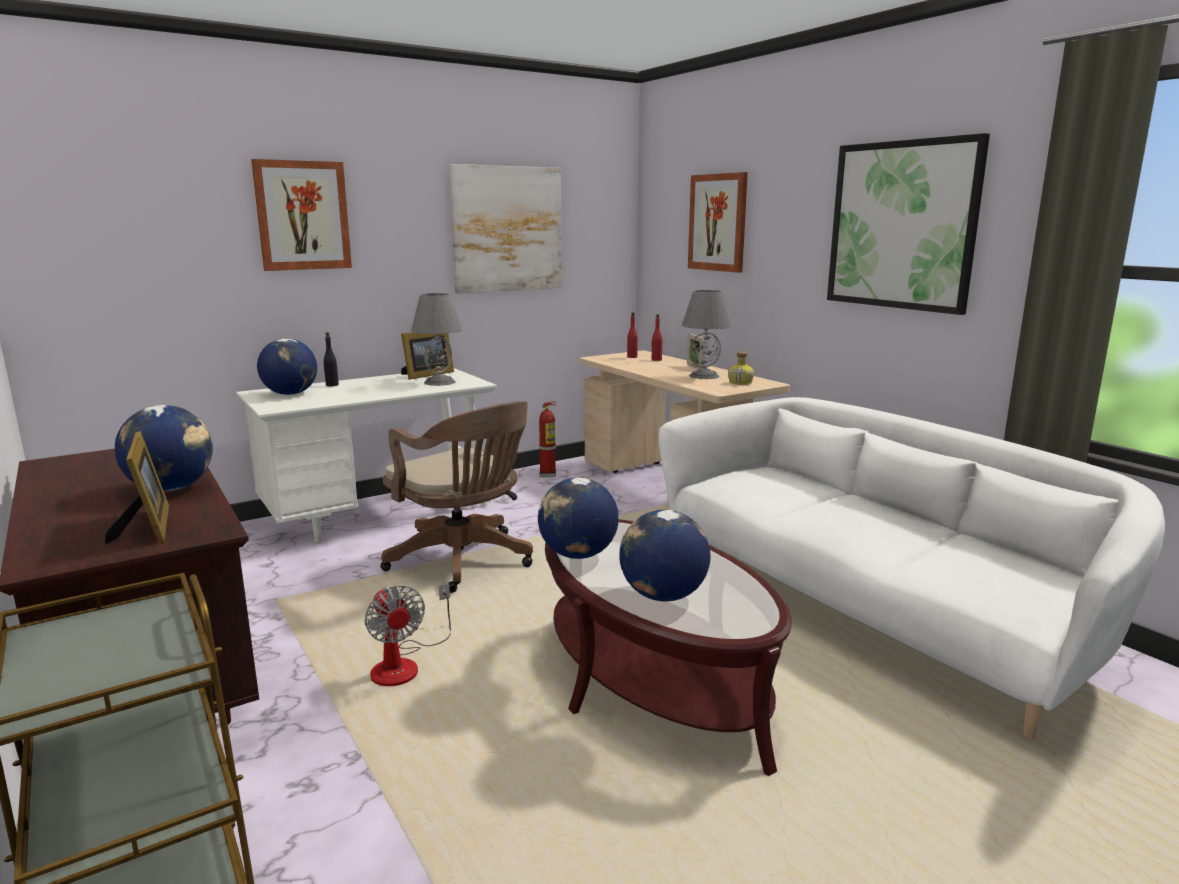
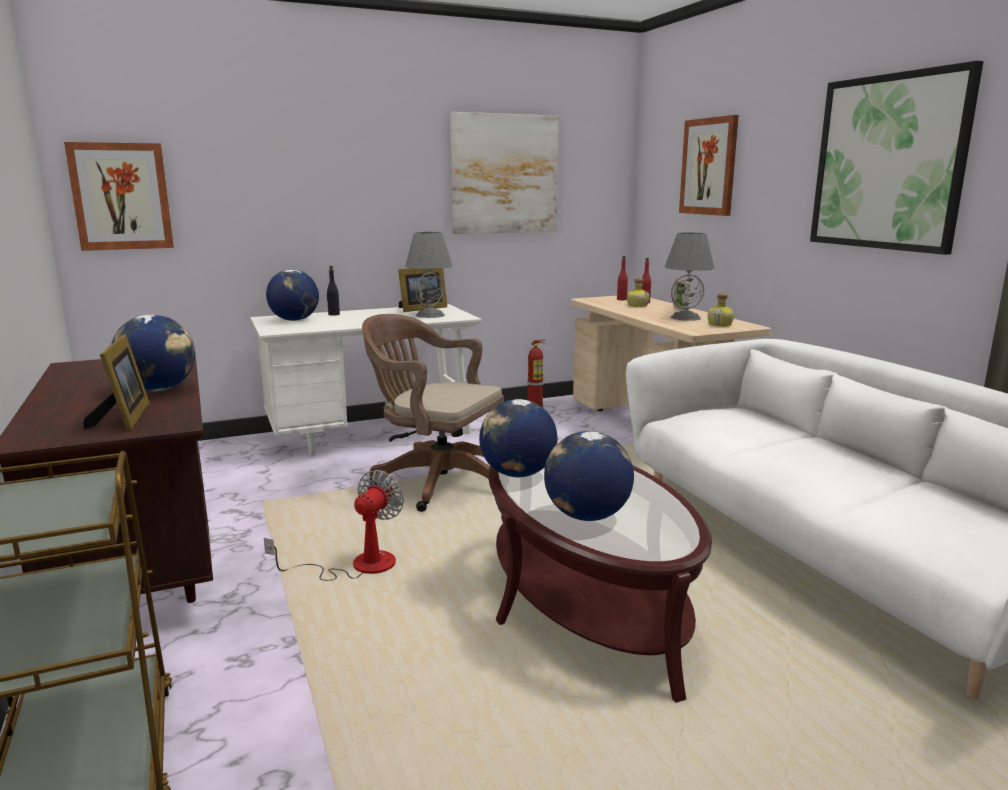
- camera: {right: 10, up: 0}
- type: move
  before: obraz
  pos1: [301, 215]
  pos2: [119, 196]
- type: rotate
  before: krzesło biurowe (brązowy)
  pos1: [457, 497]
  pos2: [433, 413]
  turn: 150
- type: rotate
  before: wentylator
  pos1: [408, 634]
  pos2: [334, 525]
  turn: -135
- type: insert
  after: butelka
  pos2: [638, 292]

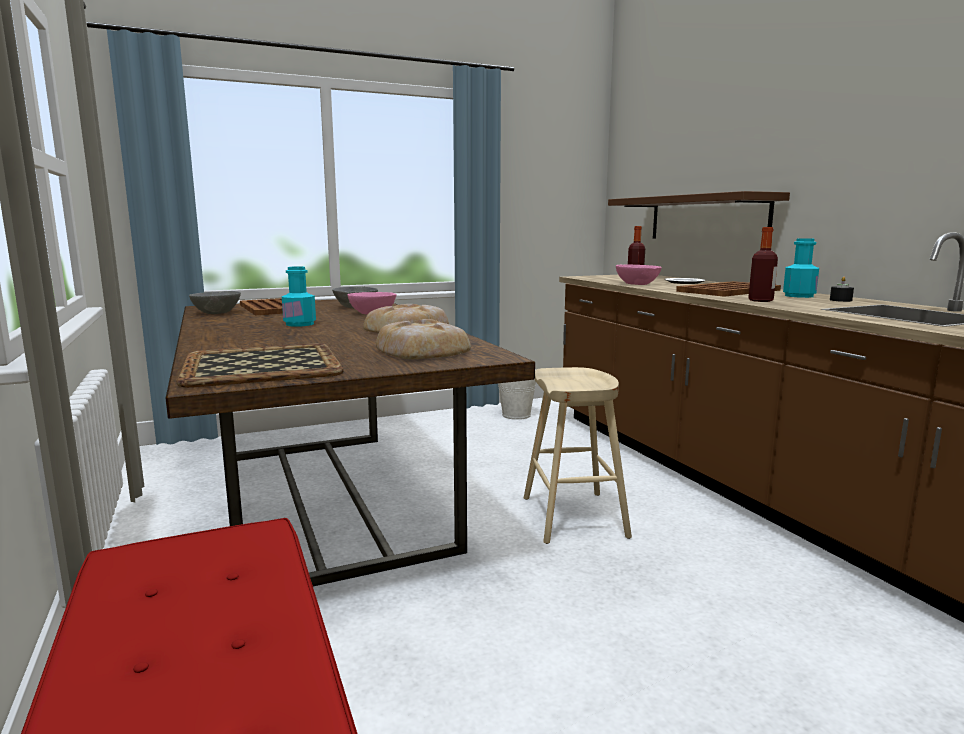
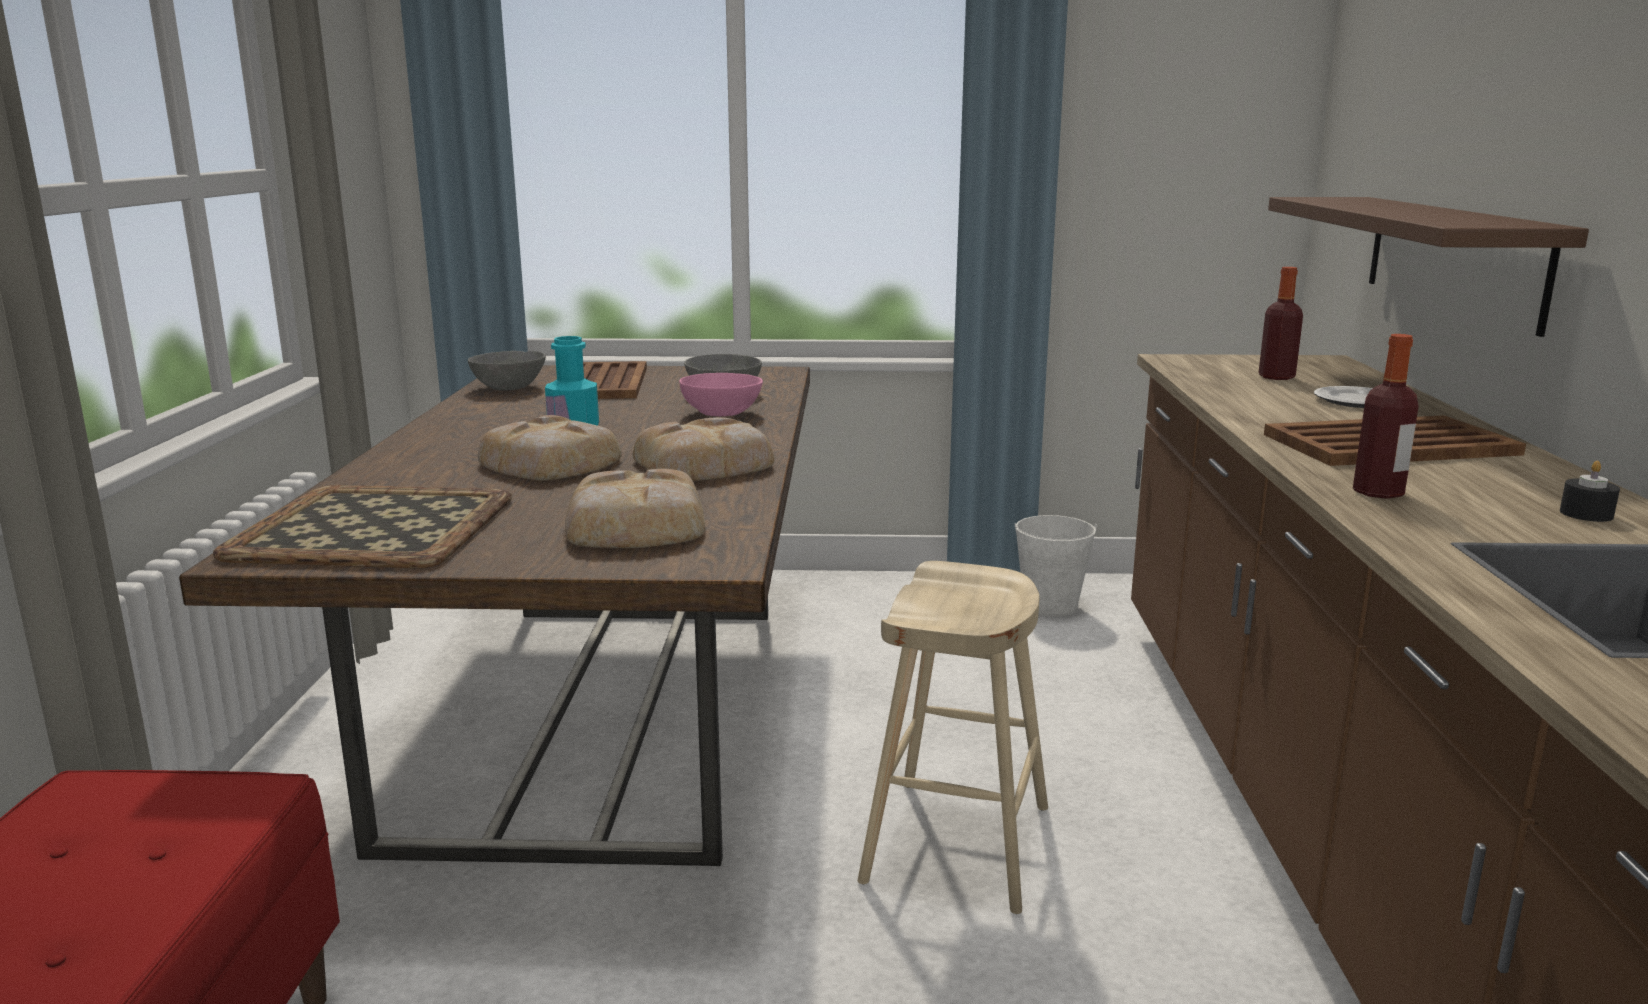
- camera: {right: 25, up: 5}
- type: delete
  before: butelka (turkusowy)
  pos1: [801, 268]
- type: delete
  before: miska (różowy)
  pos1: [639, 275]
- type: insert
  after: chleb
  pos2: [550, 448]

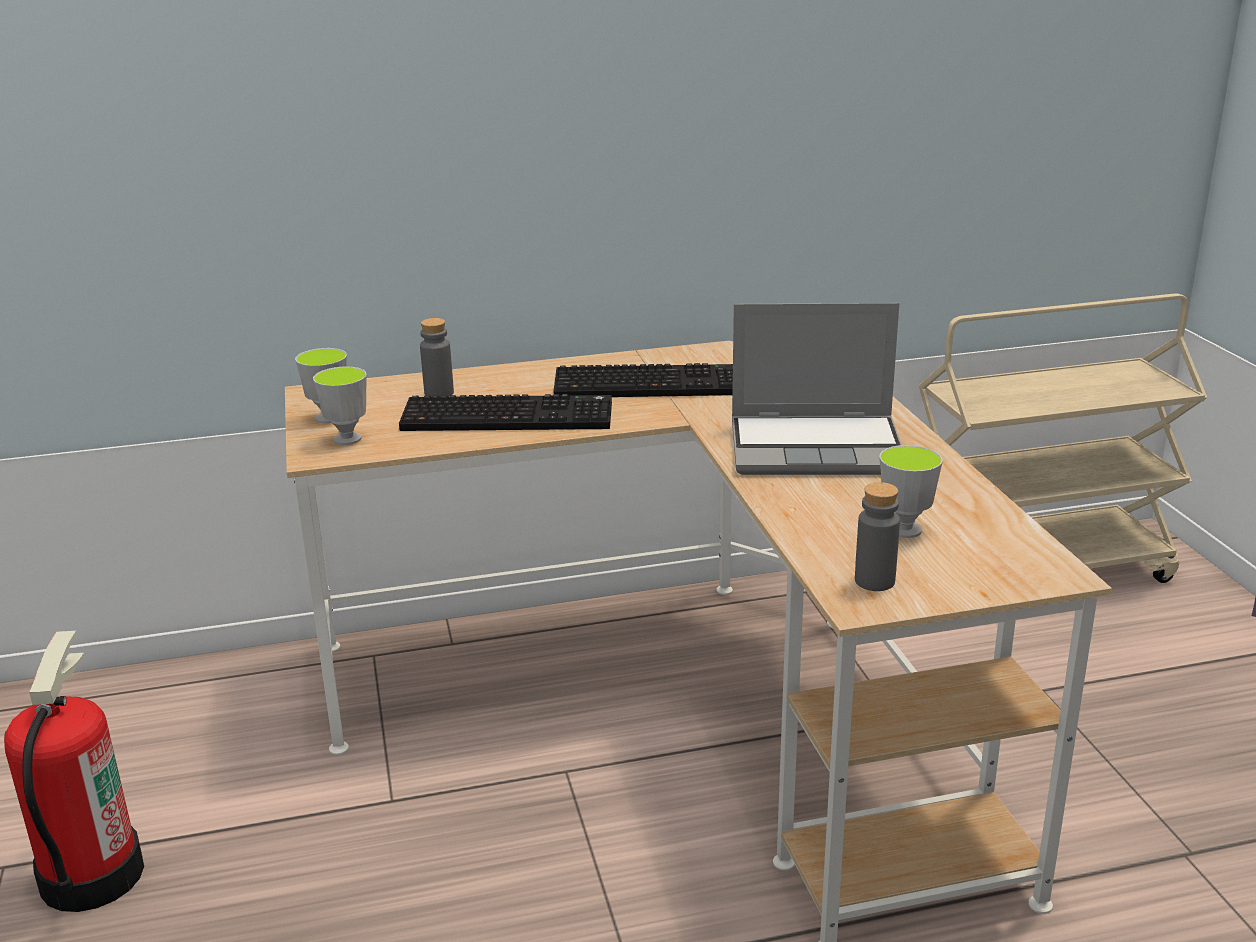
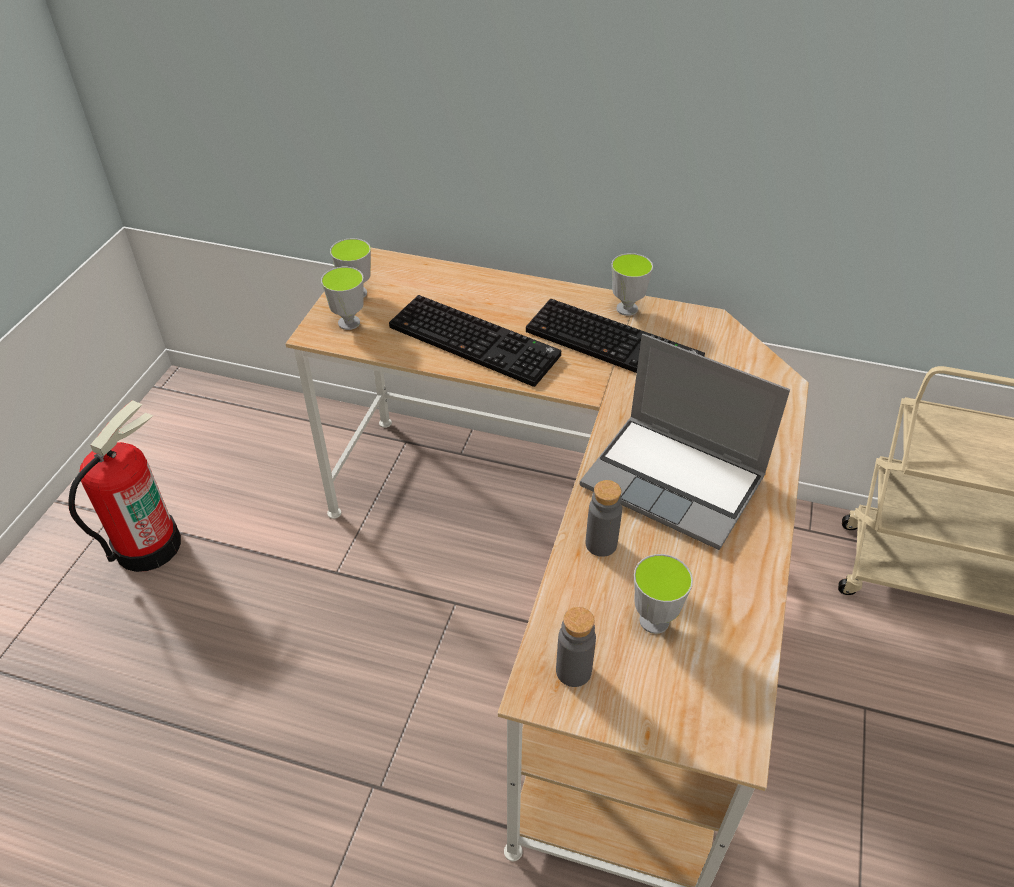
- camera: {right: 30, up: 20}
- type: move
  before: butelka (szary)
  pos1: [437, 357]
  pos2: [604, 518]
- type: insert
  after: filiżanka
  pos2: [632, 284]

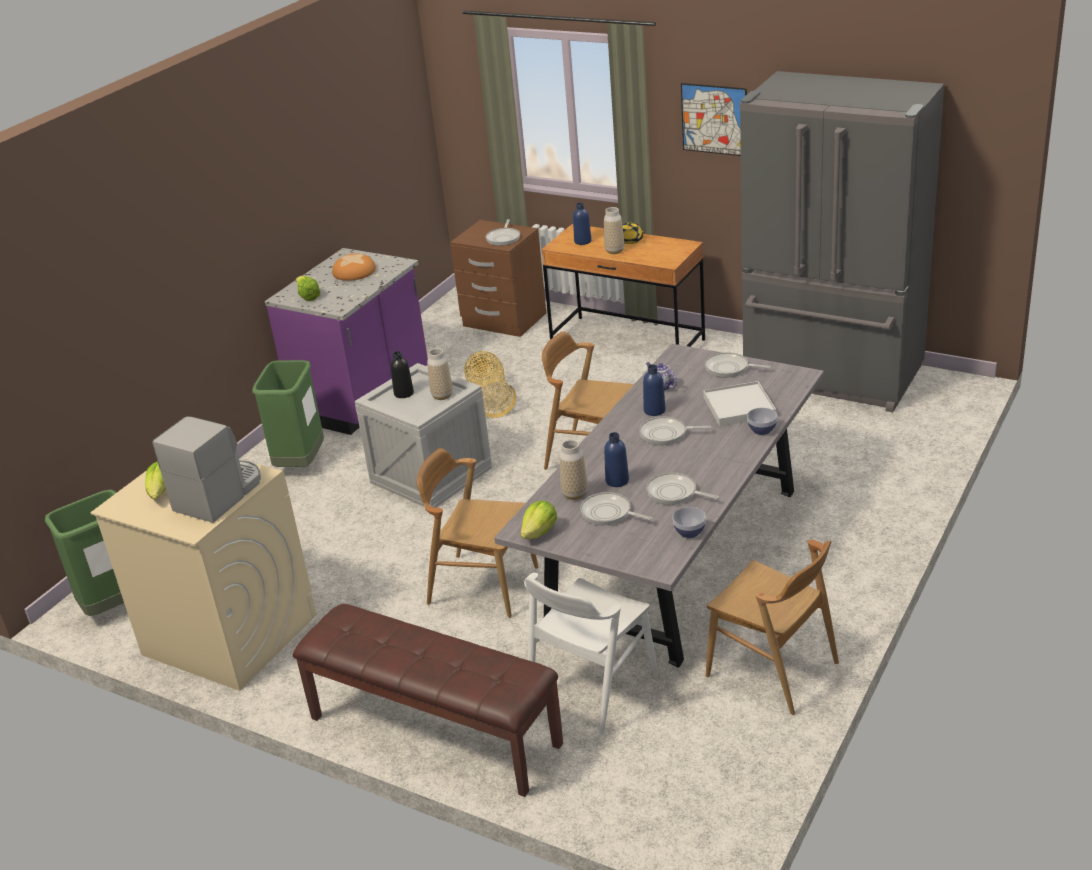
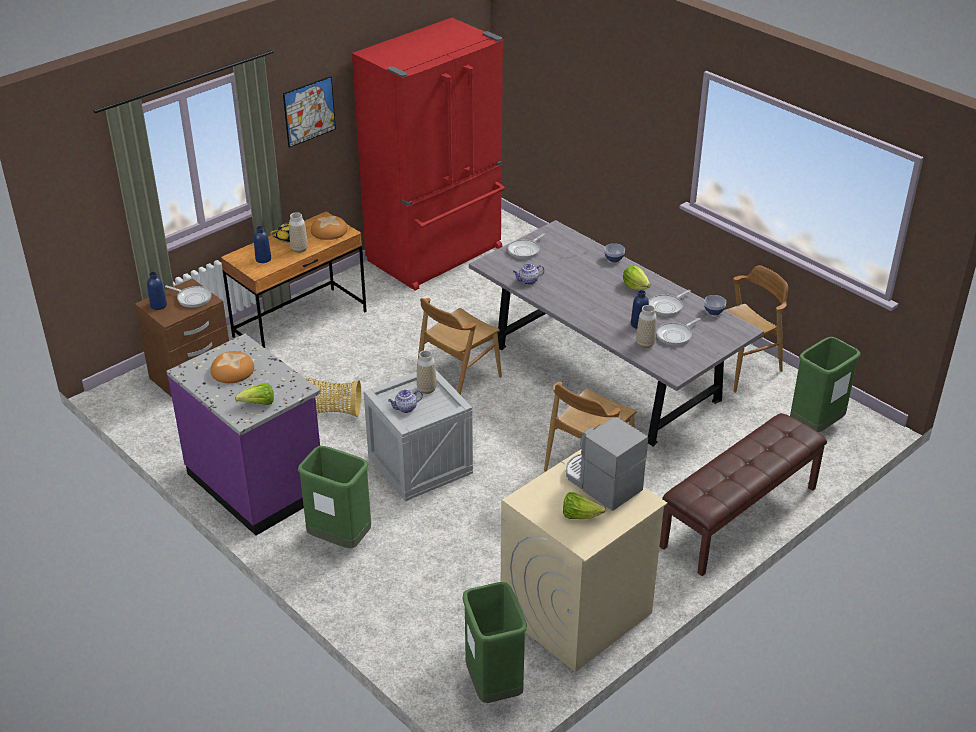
- camera: {right: -75, up: 5}
- type: recolor
  before: lodówka (szary)
  after: lodówka (czerwony)
  pos1: [842, 241]
  pos2: [428, 154]
- type: replace
  before: butelka (czarny)
  after: imbryk
  pos1: [402, 374]
  pos2: [405, 401]
- type: move
  before: butelka (niebieski)
  pos1: [654, 390]
  pos2: [157, 291]
- type: delete
  before: taca (biały)
  pos1: [739, 403]
- type: delete
  before: patelnia
  pos1: [675, 431]
- type: move
  before: sałata
  pos1: [538, 520]
  pos2: [637, 277]
- type: delete
  before: krzesło (biały)
  pos1: [591, 654]
- type: insert
  after: chleb
  pos2: [329, 227]
- type: insert
  after: kosz na śmieci (zielony)
  pos2: [825, 384]

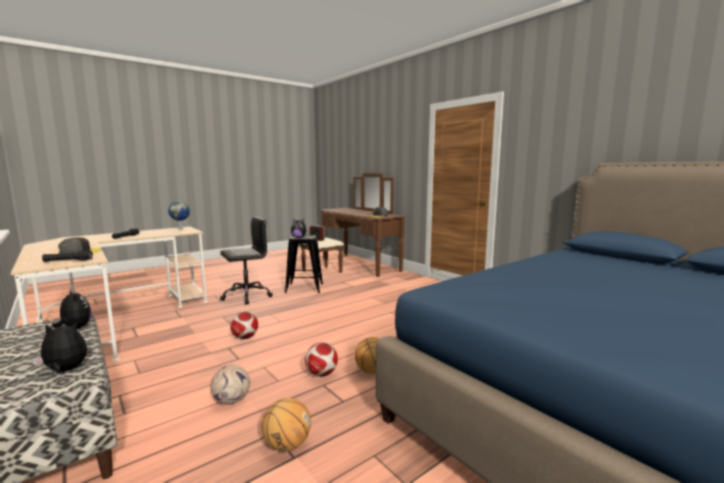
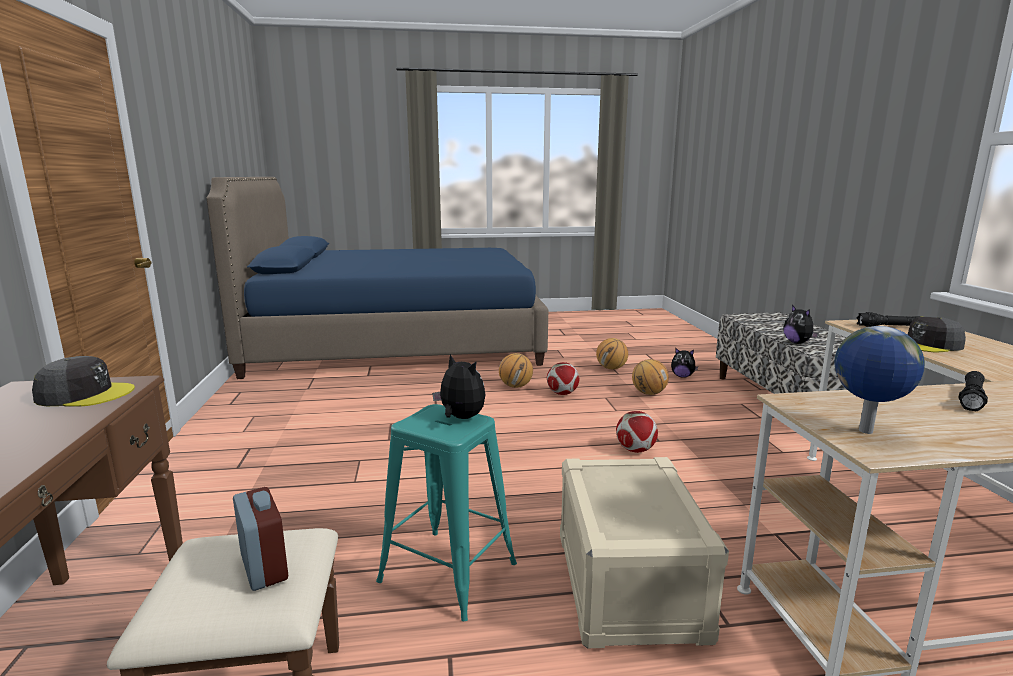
- camera: {right: -150, up: 5}
- type: replace
  before: krzesło biurowe (czarny)
  after: pojemnik do przechowywania (beżowy)
  pos1: [246, 260]
  pos2: [644, 552]
- type: recolor
  before: stołek (czarny)
  after: stołek (turkusowy)
  pos1: [304, 264]
  pos2: [446, 512]
- type: move
  before: pluszak
  pos1: [59, 347]
  pos2: [684, 363]
- type: replace
  before: piłka futbolowa
  after: piłka do koszykówki
  pos1: [230, 385]
  pos2: [650, 377]

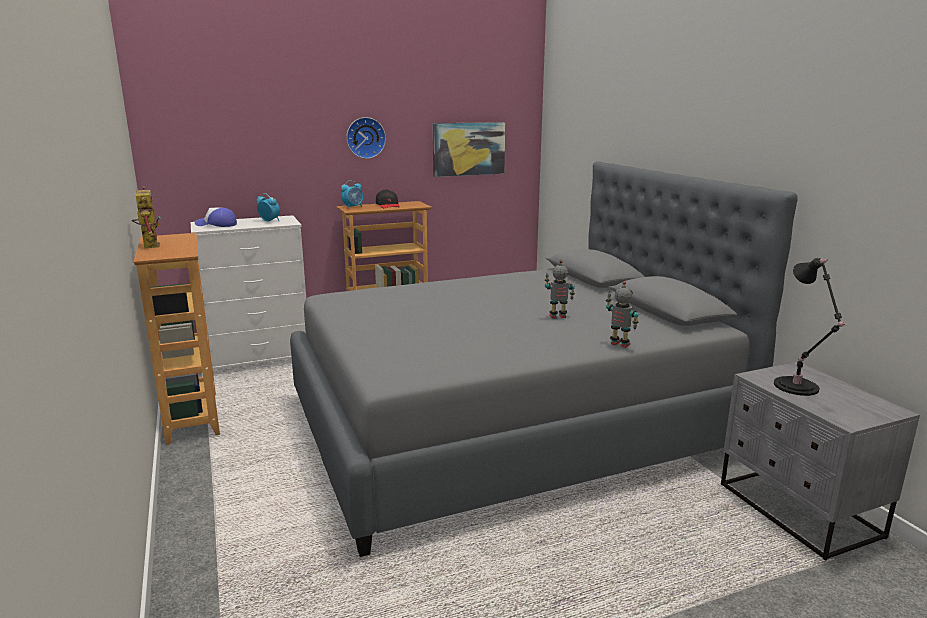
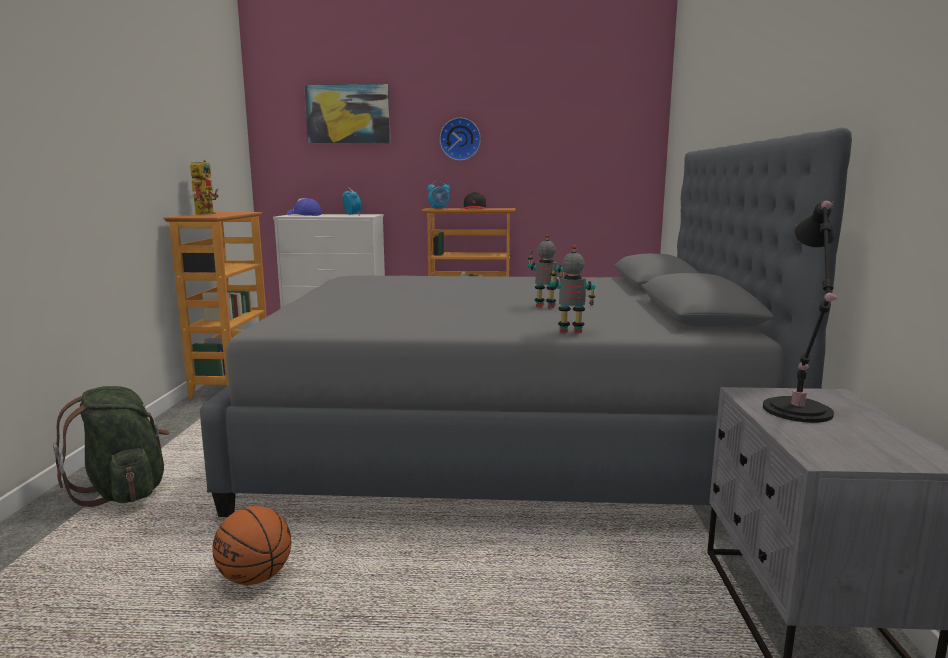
- camera: {right: 25, up: -5}
- type: move
  before: obraz
  pos1: [469, 149]
  pos2: [347, 114]
- type: rotate
  before: robot zabawkowy
  pos1: [622, 314]
  pos2: [572, 289]
  turn: -60
- type: insert
  after: plecak (zielony)
  pos2: [111, 446]
- type: insert
  after: piłka do koszykówki
  pos2: [251, 545]

